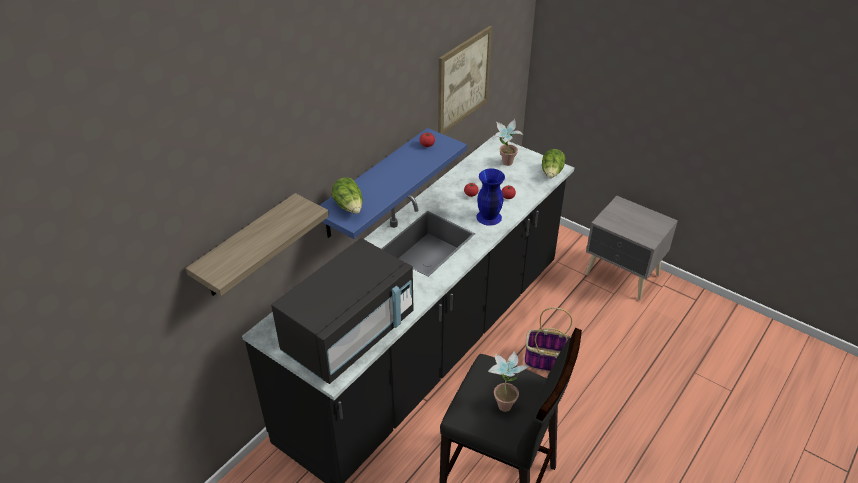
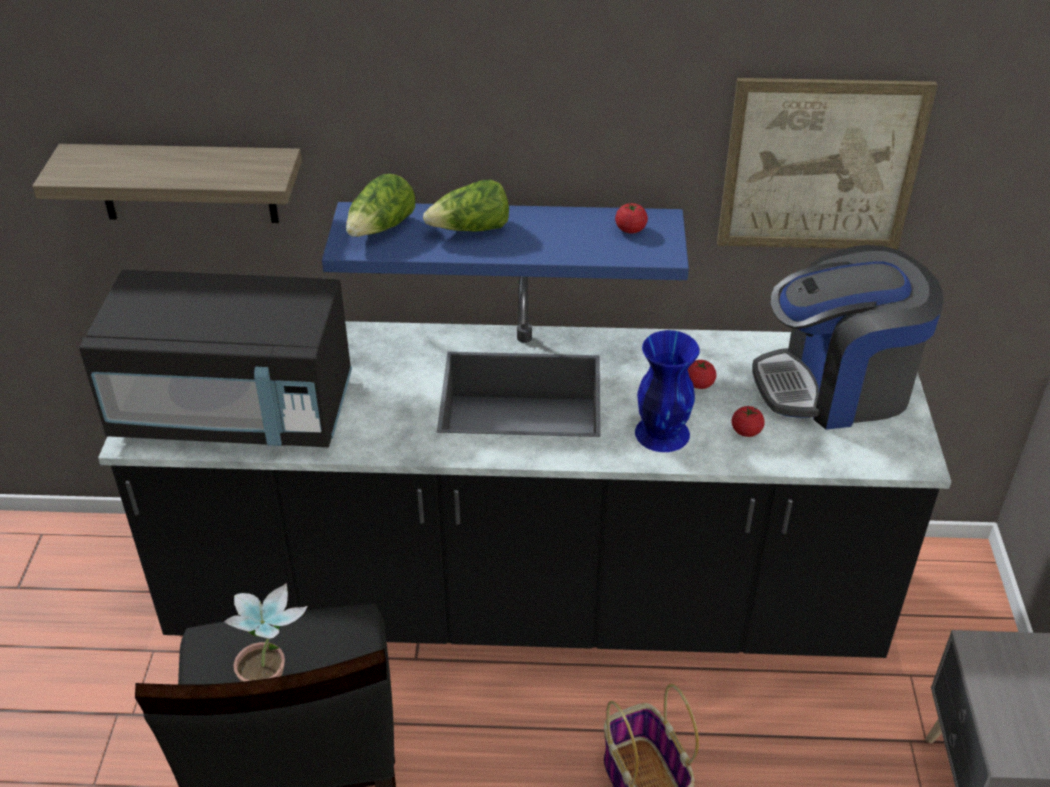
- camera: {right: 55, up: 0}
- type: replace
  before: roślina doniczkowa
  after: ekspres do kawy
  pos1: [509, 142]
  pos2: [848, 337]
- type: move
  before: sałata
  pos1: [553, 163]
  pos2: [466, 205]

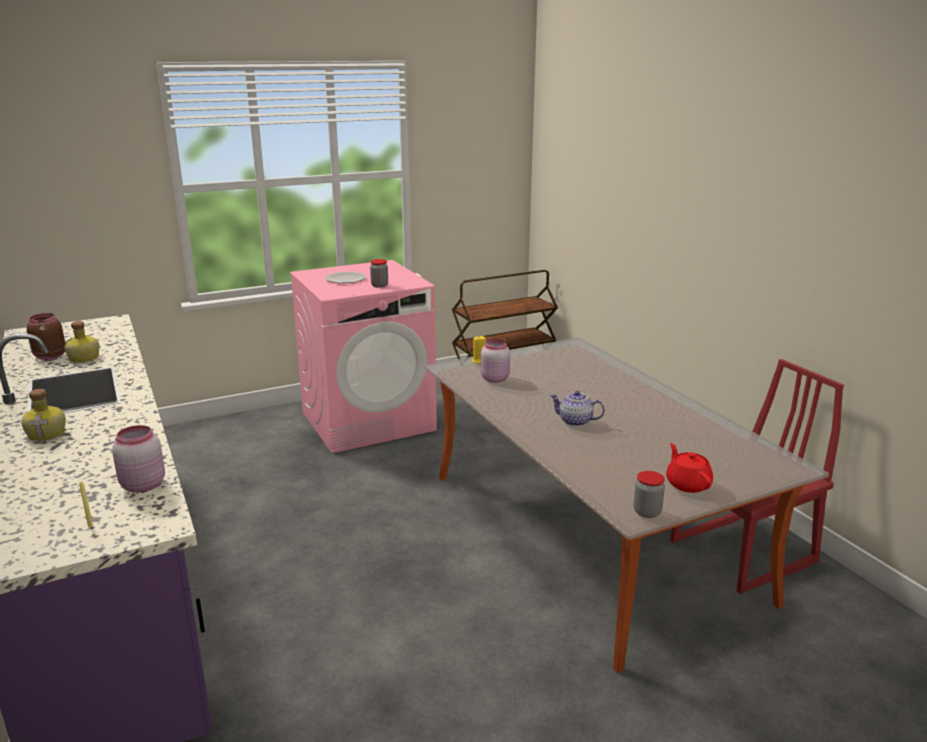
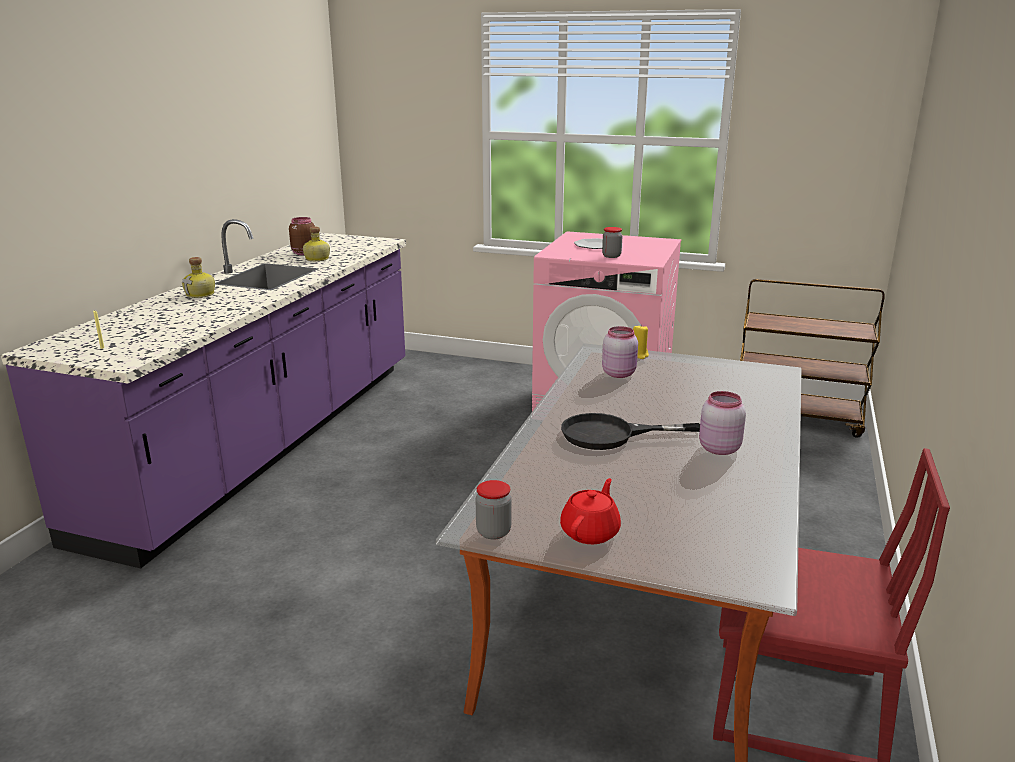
- camera: {right: 45, up: 0}
- type: replace
  before: imbryk
  after: patelnia (czarny)
  pos1: [577, 408]
  pos2: [630, 431]
- type: move
  before: słoik (różowy)
  pos1: [138, 459]
  pos2: [722, 423]

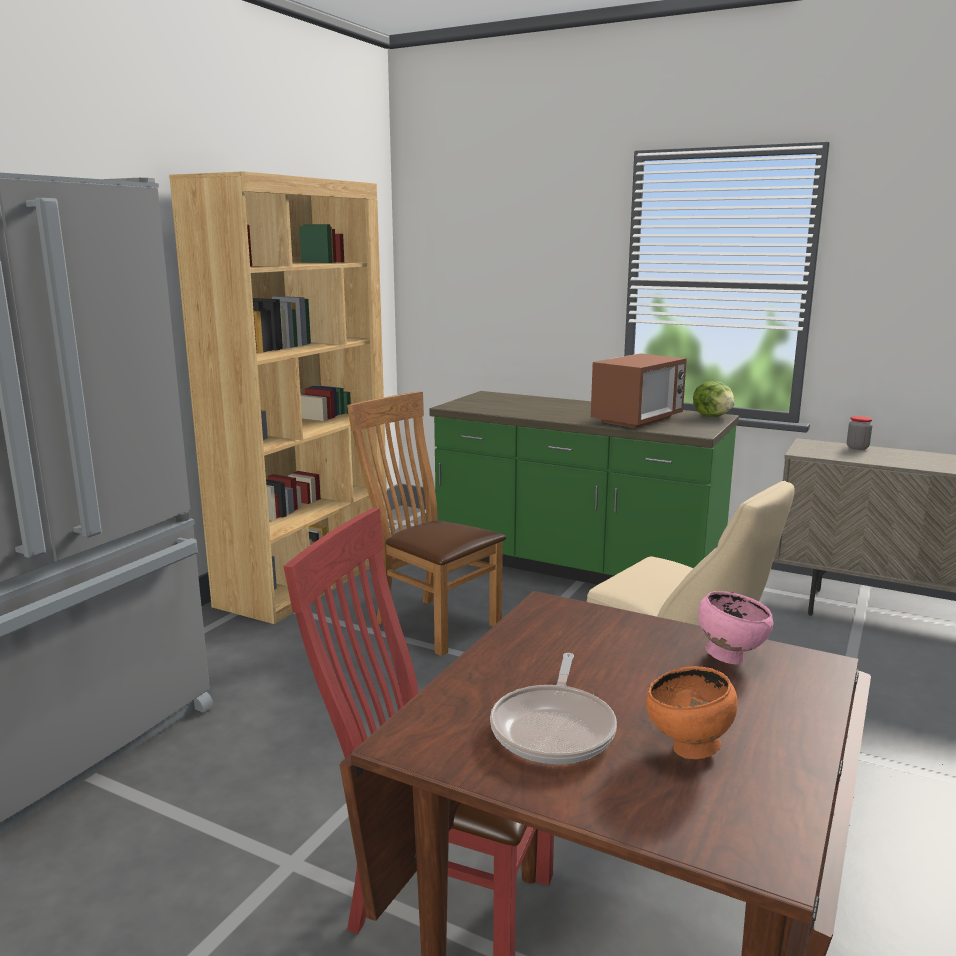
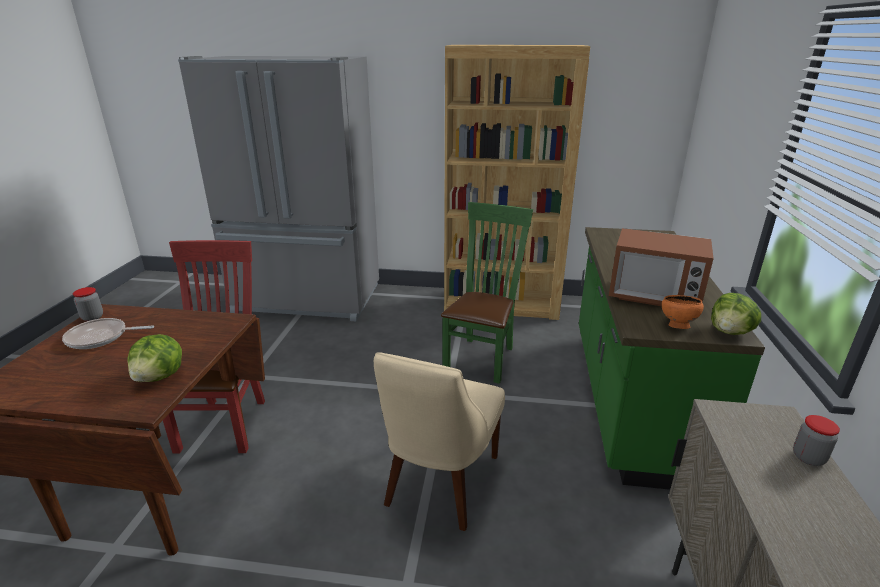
- camera: {right: 70, up: 10}
- type: recolor
  before: krzesło (brązowy)
  after: krzesło (zielony)
  pos1: [426, 523]
  pos2: [487, 293]
- type: replace
  before: miska (różowy)
  after: sałata
  pos1: [735, 628]
  pos2: [155, 358]
- type: move
  before: miska (pomarańczowy)
  pos1: [691, 712]
  pos2: [683, 312]
- type: insert
  after: słoik
  pos2: [88, 304]

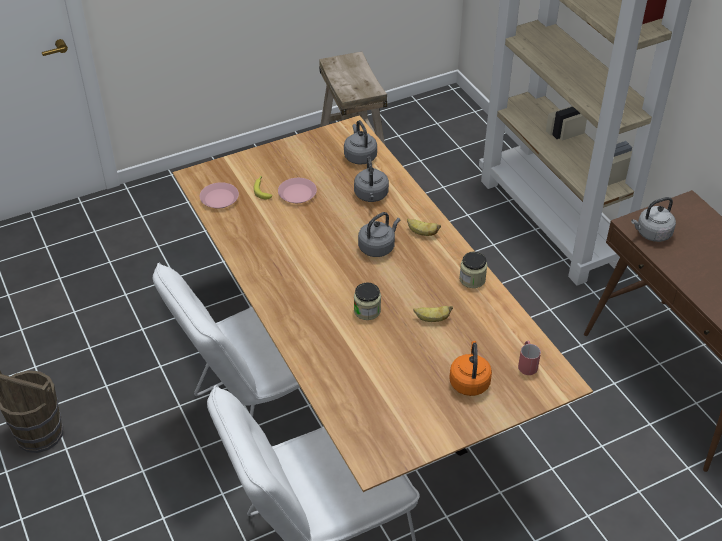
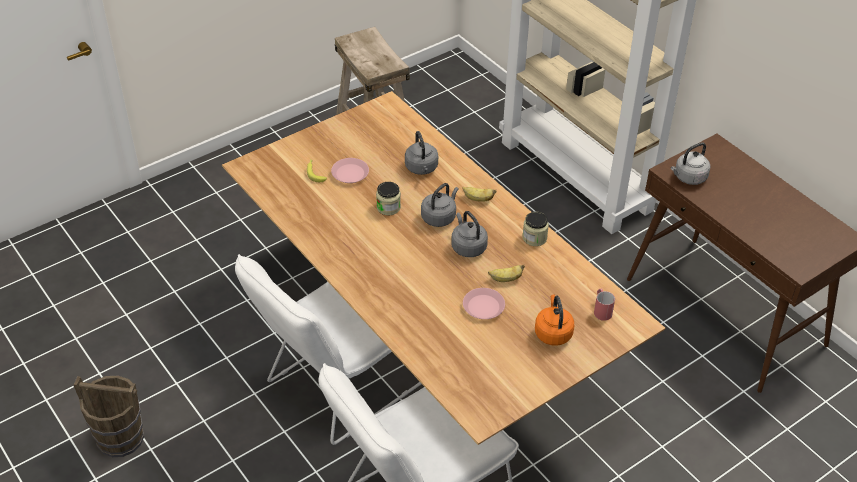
- camera: {right: -10, up: 0}
- type: move
  before: czajnik (szary)
  pos1: [360, 142]
  pos2: [469, 234]
- type: move
  before: talerz (różowy)
  pos1: [219, 195]
  pos2: [484, 303]
- type: move
  before: słoik
  pos1: [367, 301]
  pos2: [388, 198]

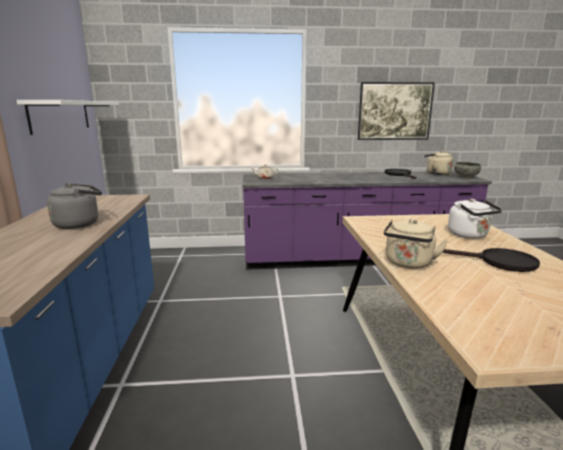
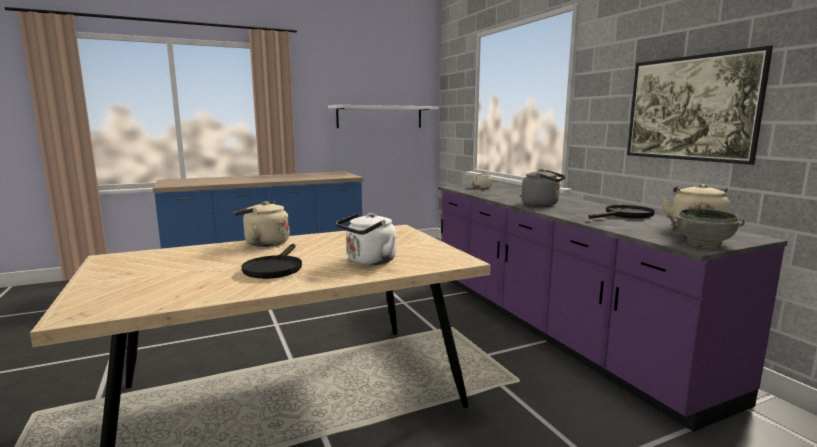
- camera: {right: 70, up: -5}
- type: move
  before: czajnik (szary)
  pos1: [74, 206]
  pos2: [544, 187]

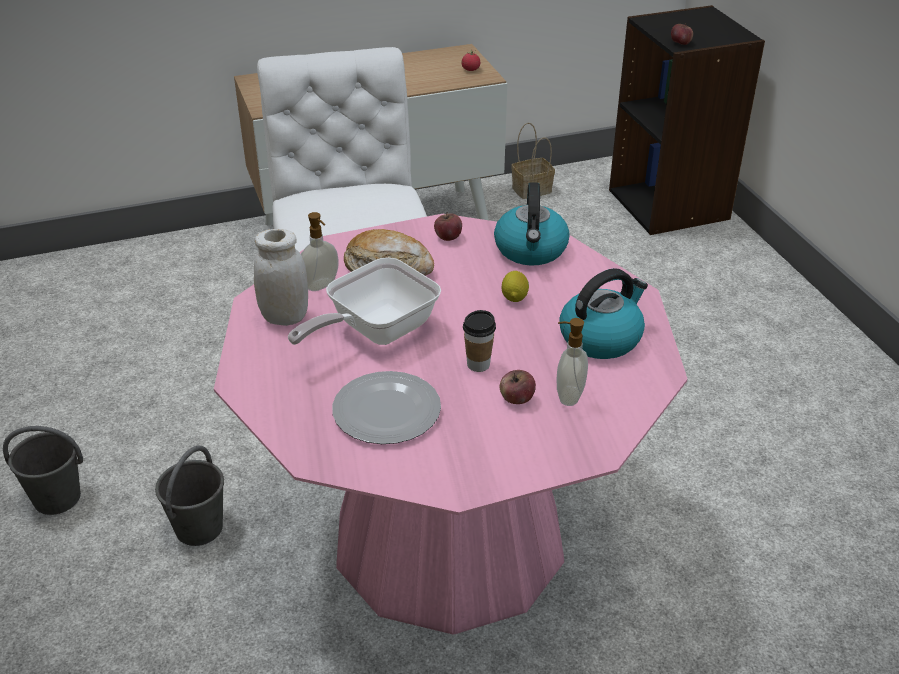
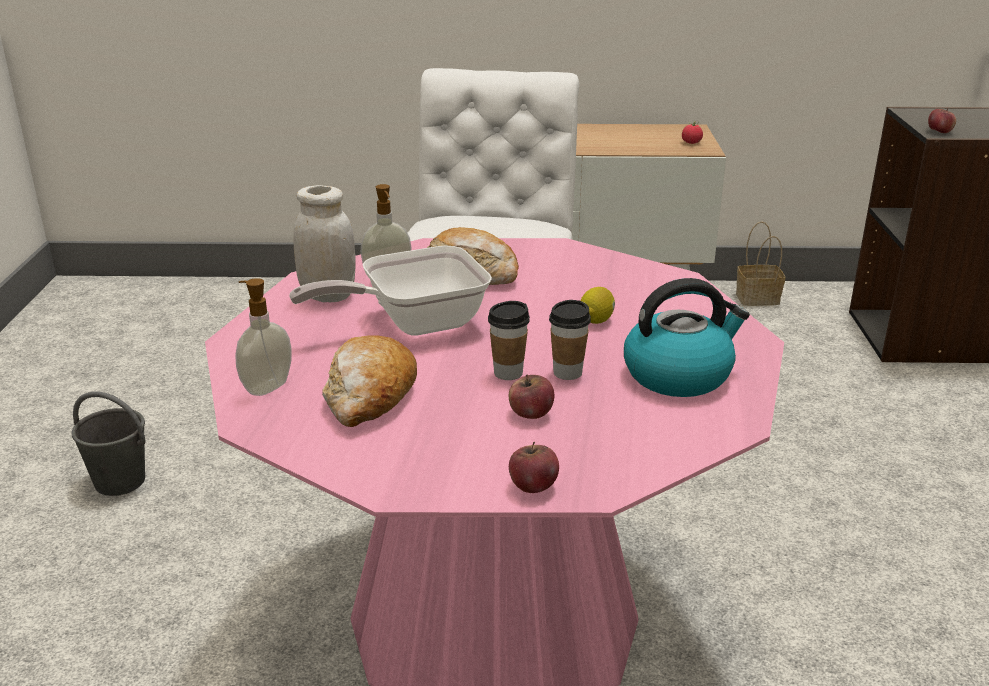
- camera: {right: 20, up: -10}
- type: delete
  before: czajnik
  pos1: [532, 224]
- type: move
  before: jabłko
  pos1: [448, 227]
  pos2: [534, 467]
- type: move
  before: dozownik mydła
  pos1: [572, 362]
  pos2: [263, 337]
- type: replace
  before: talerz
  after: chleb
  pos1: [386, 407]
  pos2: [369, 381]
- type: delete
  before: wiadro (szary)
  pos1: [189, 495]
- type: insert
  after: filiżanka
  pos2: [570, 340]

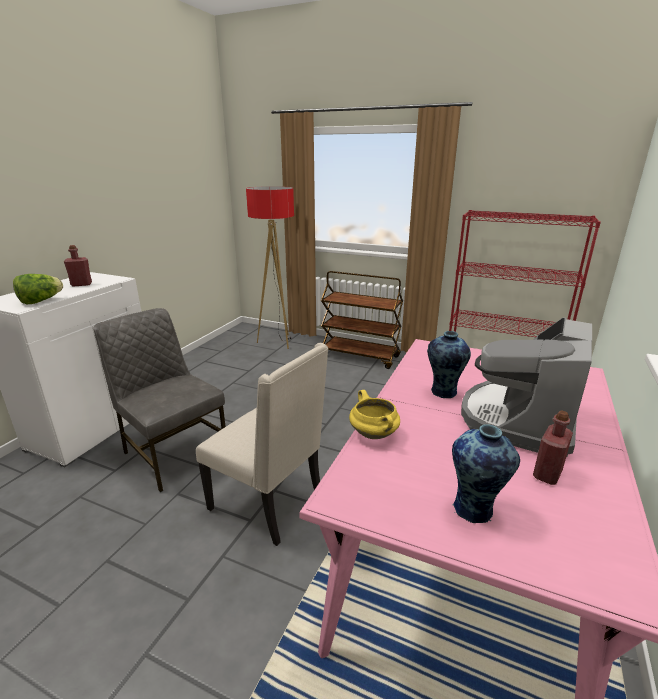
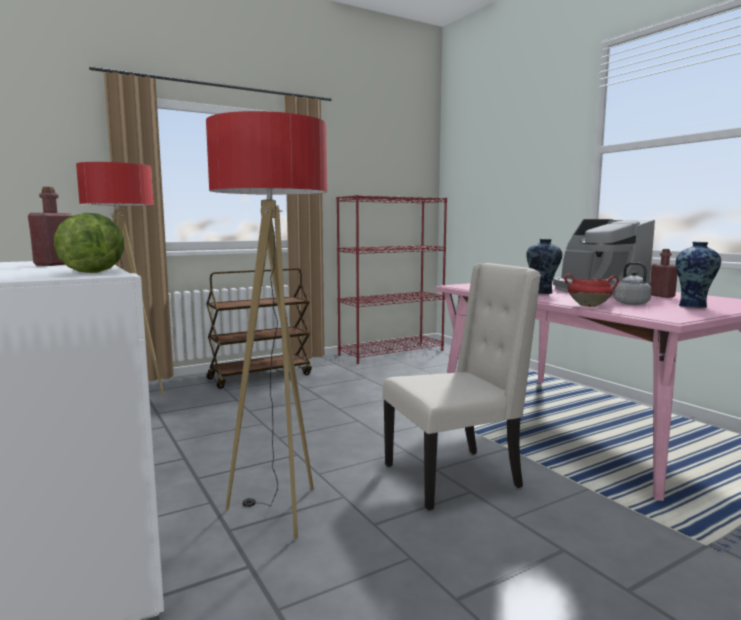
- camera: {right: -55, up: -15}
- type: replace
  before: krzesło (szary)
  after: lampa stojąca
  pos1: [160, 400]
  pos2: [266, 325]
- type: recolor
  before: garnek (żółty)
  after: garnek (czerwony)
  pos1: [374, 414]
  pos2: [591, 290]
- type: insert
  after: czajnik (szary)
  pos2: [632, 283]

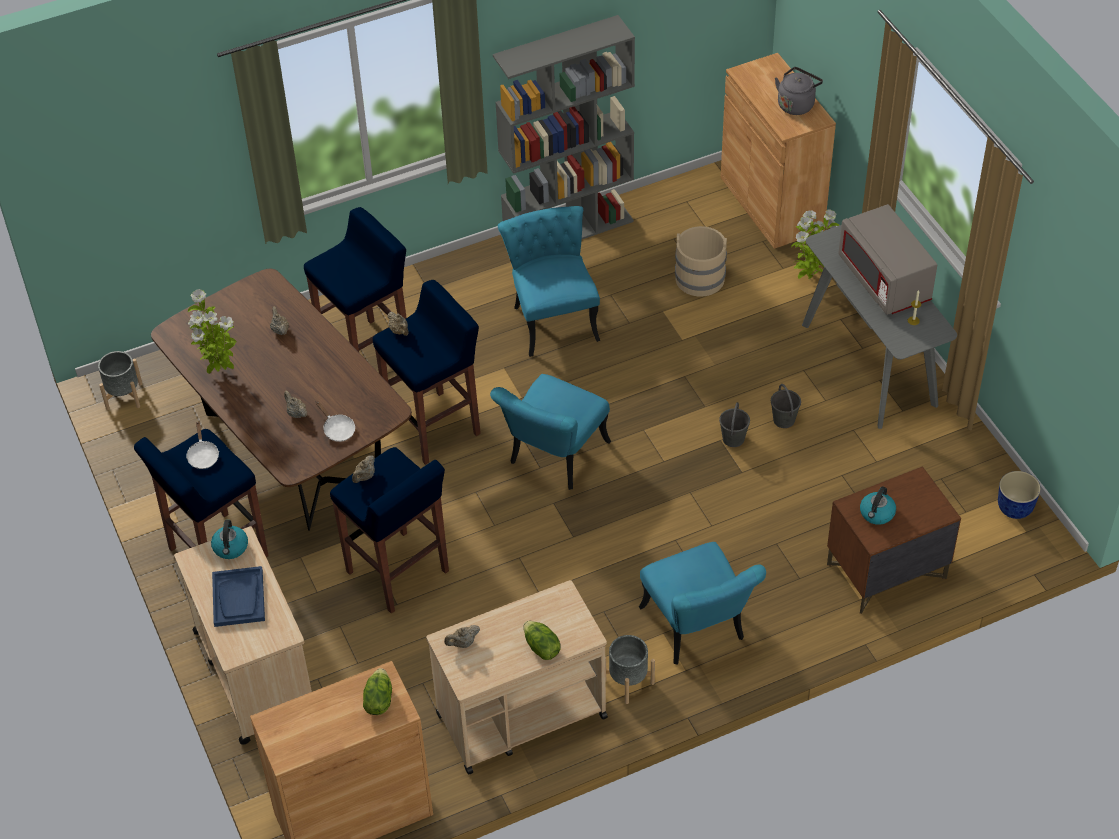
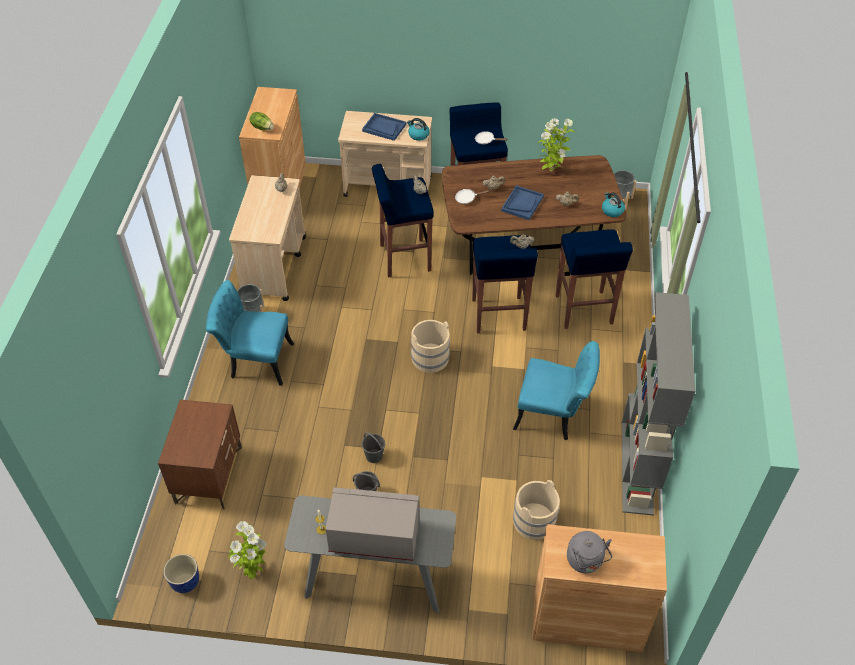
- camera: {right: 120, up: 0}
- type: move
  before: roślina doniczkowa
  pos1: [815, 244]
  pos2: [247, 550]
- type: replace
  before: krzesło (turkusowy)
  after: wiadro (beżowy)
  pos1: [550, 432]
  pos2: [430, 346]
- type: move
  before: czajnik
  pos1: [878, 505]
  pos2: [613, 204]
- type: delete
  before: sałata
  pos1: [542, 640]
- type: insert
  after: taca (niebieski)
  pos2: [522, 202]

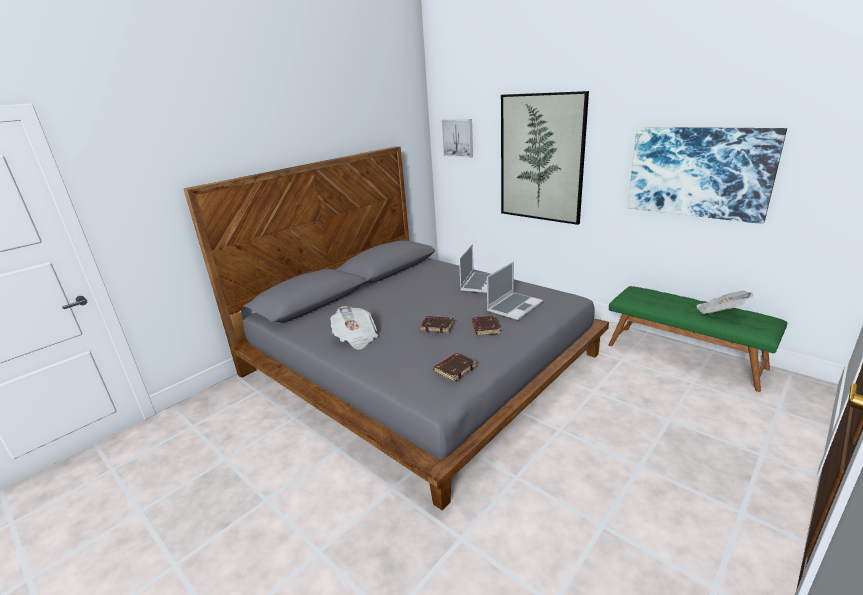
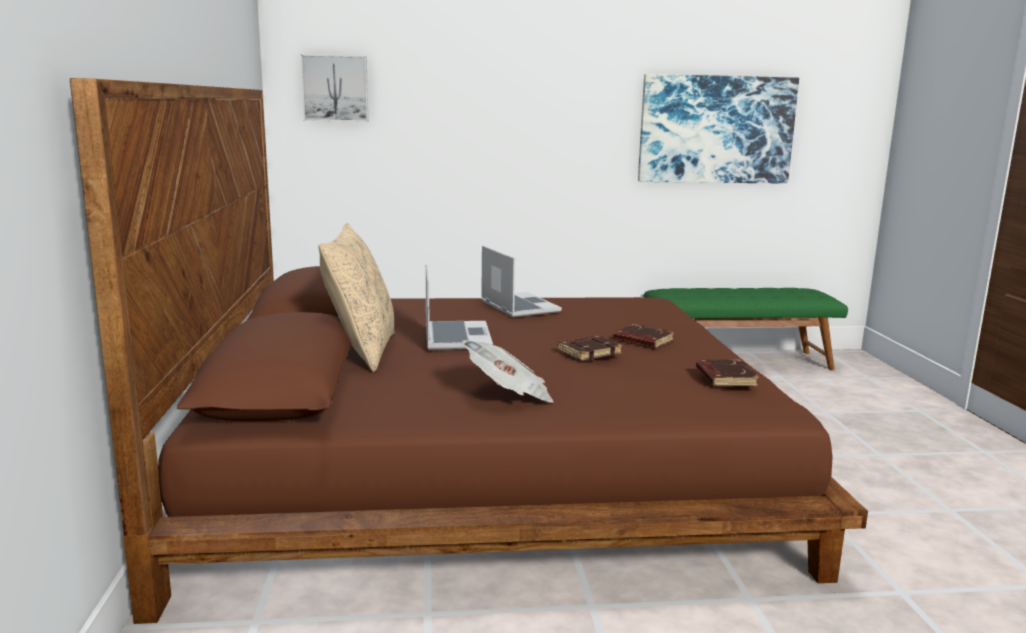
- camera: {right: -50, up: -10}
- type: delete
  before: obraz
  pos1: [545, 158]
- type: recolor
  before: łóżko (szary)
  after: łóżko (brązowy)
  pos1: [396, 328]
  pos2: [469, 351]
- type: move
  before: laptop
  pos1: [515, 290]
  pos2: [459, 307]
- type: delete
  before: gazeta
  pos1: [724, 302]
- type: insert
  after: poduszka (beżowy)
  pos2: [356, 297]

